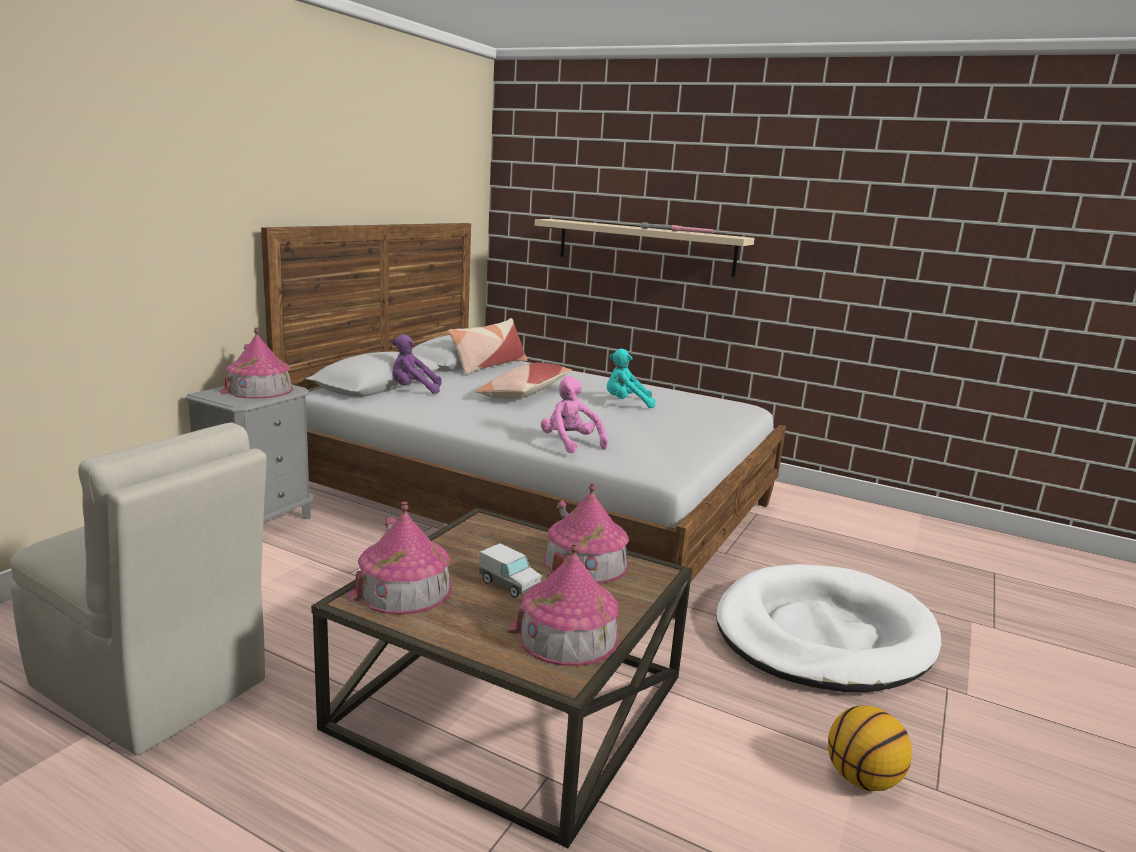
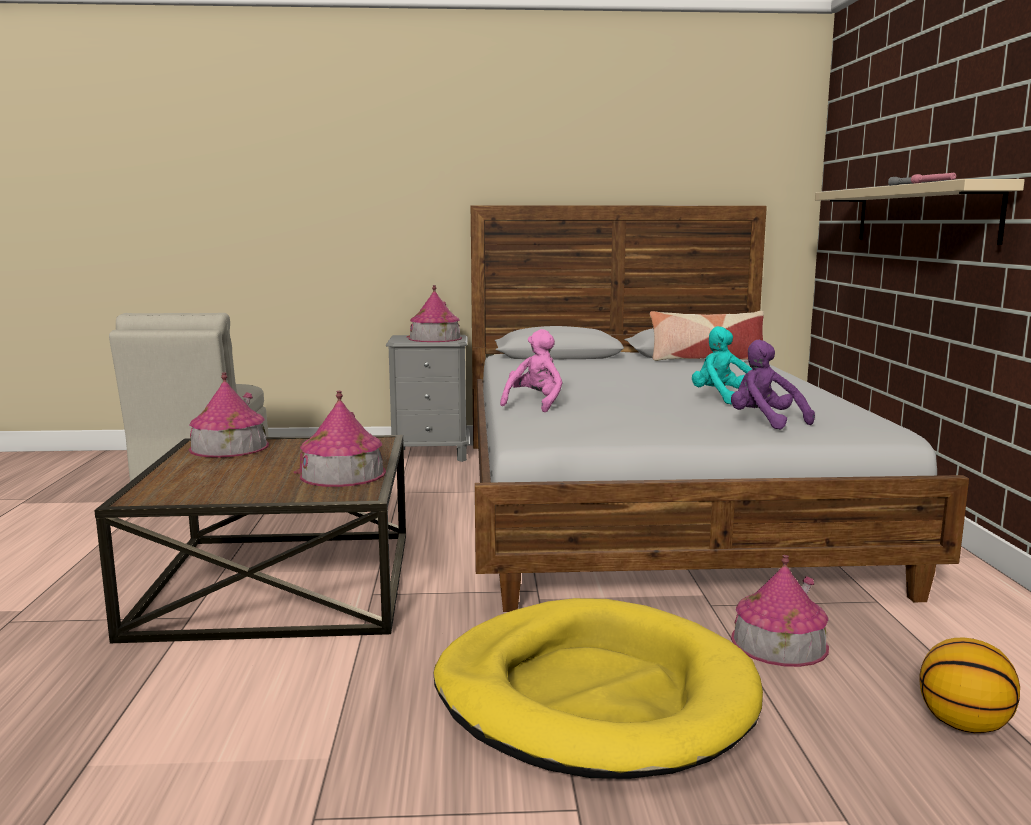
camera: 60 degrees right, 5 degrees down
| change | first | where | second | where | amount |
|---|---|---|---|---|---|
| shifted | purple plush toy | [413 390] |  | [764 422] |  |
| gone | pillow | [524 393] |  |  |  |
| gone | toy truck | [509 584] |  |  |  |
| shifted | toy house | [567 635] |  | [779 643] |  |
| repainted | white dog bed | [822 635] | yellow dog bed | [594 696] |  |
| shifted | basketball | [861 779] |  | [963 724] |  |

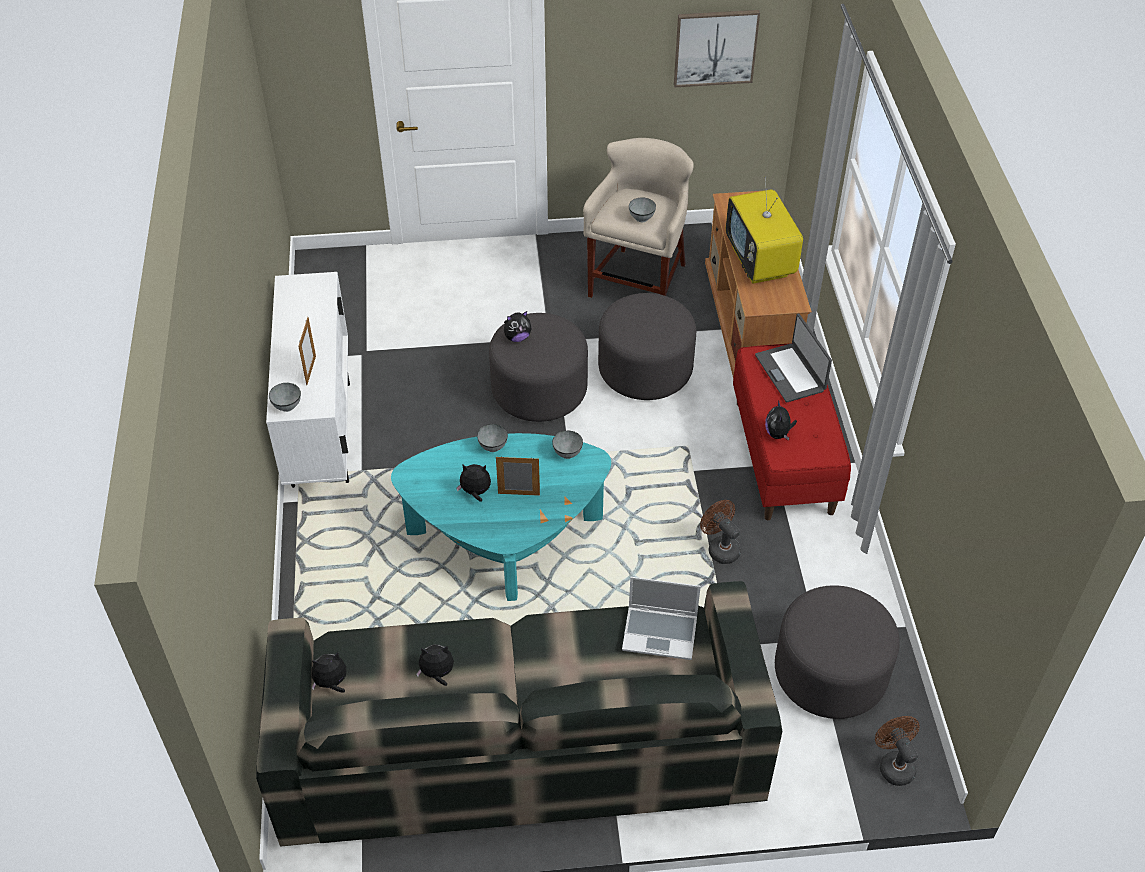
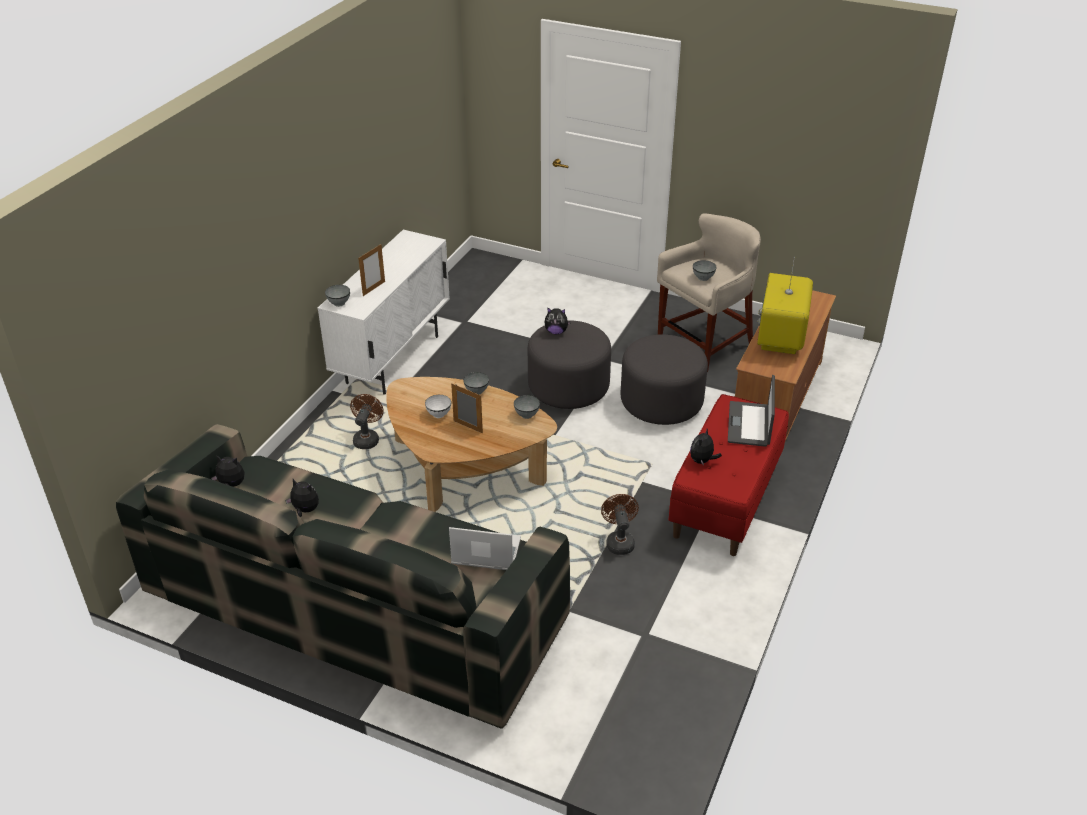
camera: 30 degrees right, 10 degrees down
| change | first | where | second | where | amount |
|---|---|---|---|---|---|
| repainted | turquoise coffee table | [505 533] | brown coffee table | [464 467] |  |
| swapped | plush toy | [475 492] | white bowl | [438 414] |  |
| rotated | laptop | [661 633] |  | [485 552] | 150 degrees clockwise |
| gone | picture | [715 47] |  |  |  |
| gone | grey ottoman | [830 673] |  |  |  |
| shifted | brown fan | [893 764] |  | [367 438] |  |

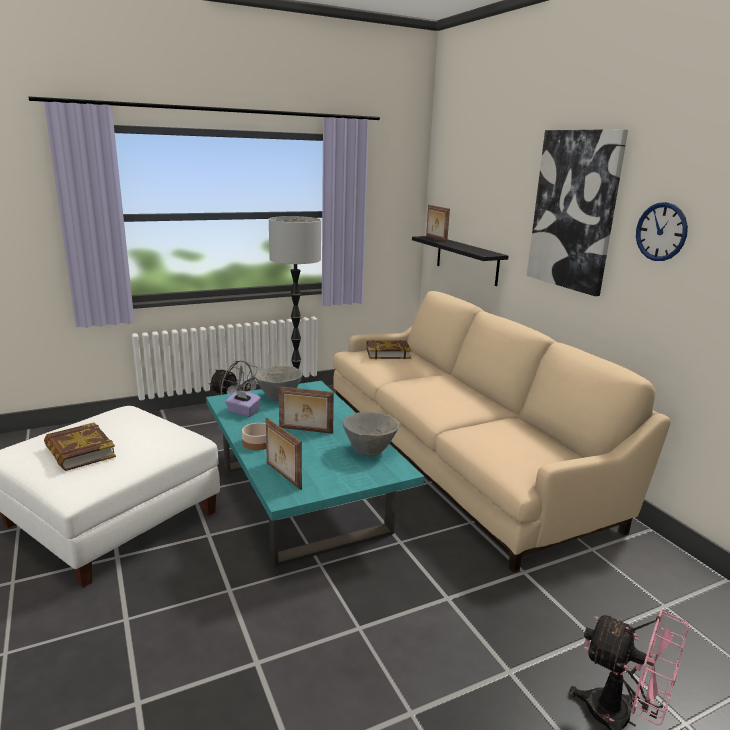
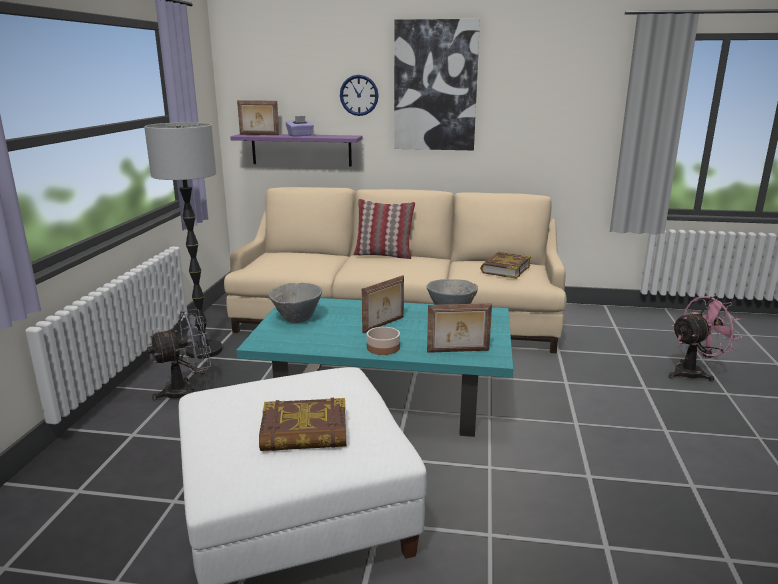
camera: 55 degrees left, 0 degrees up
| change | first | where | second | where | amount |
|---|---|---|---|---|---|
| shifted | purple tissue box | [243 412] |  | [300 135] |  |
| shifted | book | [388 353] |  | [505 269] |  |
| repainted | black shelf | [466 260] | purple shelf | [301 149] |  |
| shifted | wall clock | [661 232] |  | [359 95] |  |
| new |  |  | pillow | [383 255] |  |

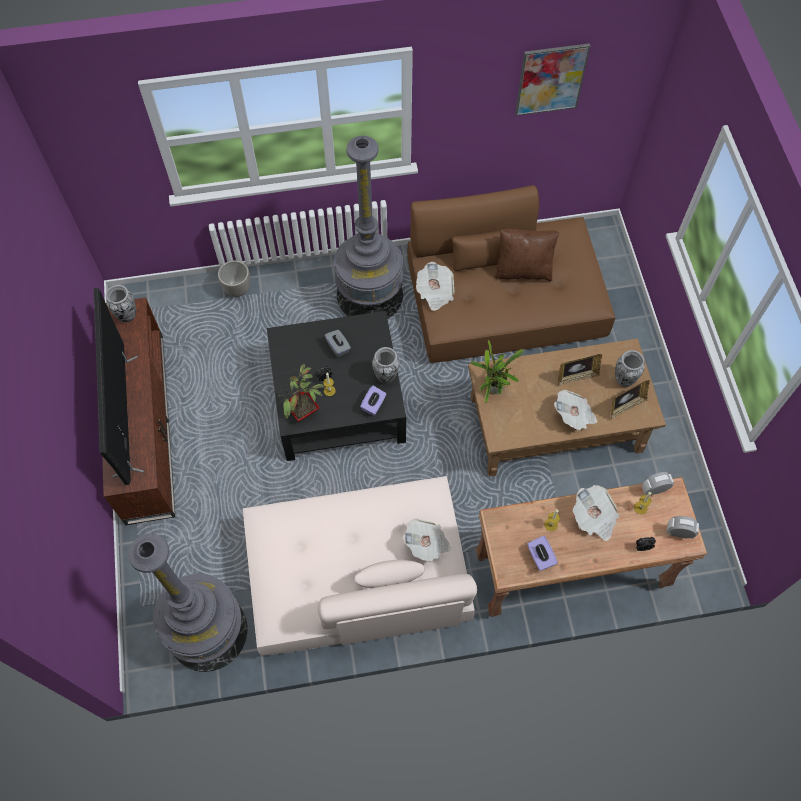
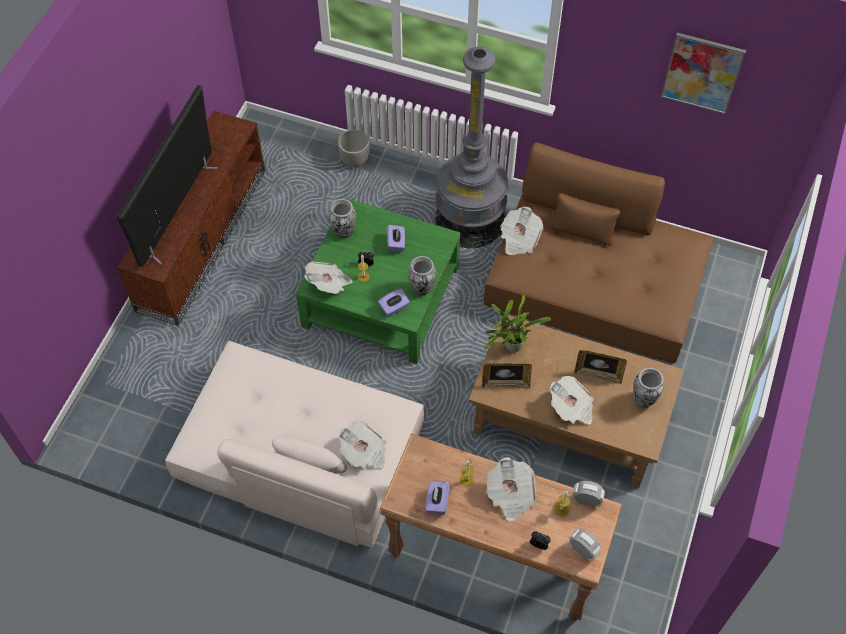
camera: 30 degrees right, 5 degrees down
| change | first | where | second | where | amount |
|---|---|---|---|---|---|
| shifted | vase | [127 316] |  | [343 232] |  |
| gone | grey floor lamp | [207 631] |  |  |  |
| repainted | black coffee table | [338 399] | green coffee table | [381 296] |  |
| swapped | potted plant | [304 412] | newspaper | [329 284] |  |
| repainted | grey tissue box | [338 347] | purple tissue box | [396 243] |  |
| gone | brown pillow | [523 270] |  |  |  |
| shifted | picture frame | [625 406] |  | [505 384] |  |

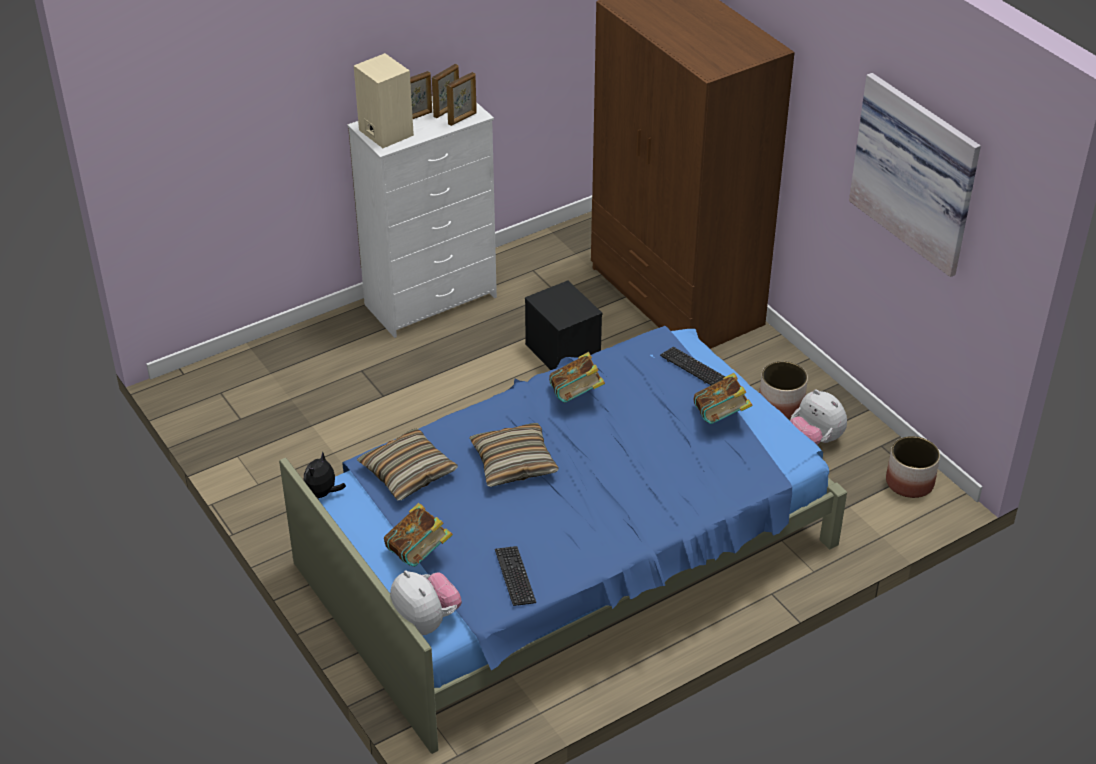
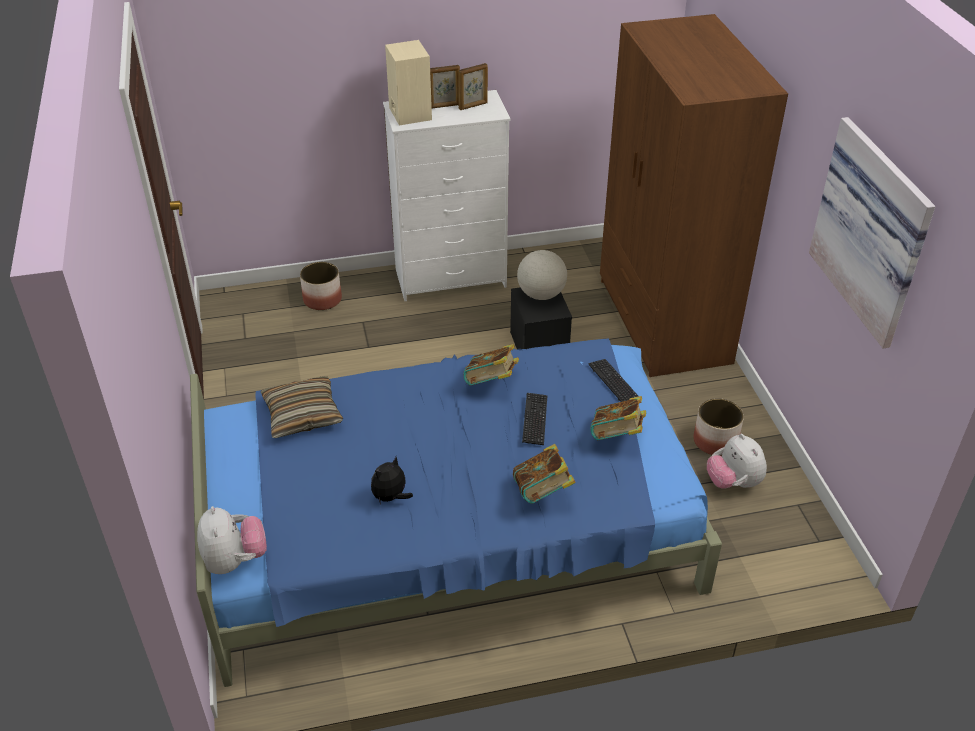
camera: 20 degrees right, 0 degrees up
| change | first | where | second | where | amount |
|---|---|---|---|---|---|
| shifted | plush toy | [322 494] |  | [391 497] |  |
| shifted | book | [419 554] |  | [542 492] |  |
| gone | picture frame | [462 118] |  |  |  |
| gone | pillow | [514 463] |  |  |  |
| shifted | keyboard | [515 577] |  | [535 420] |  |
| shifted | planter | [910 482] |  | [322 300] |  |
| new |  |  | globe | [541 294] |  |

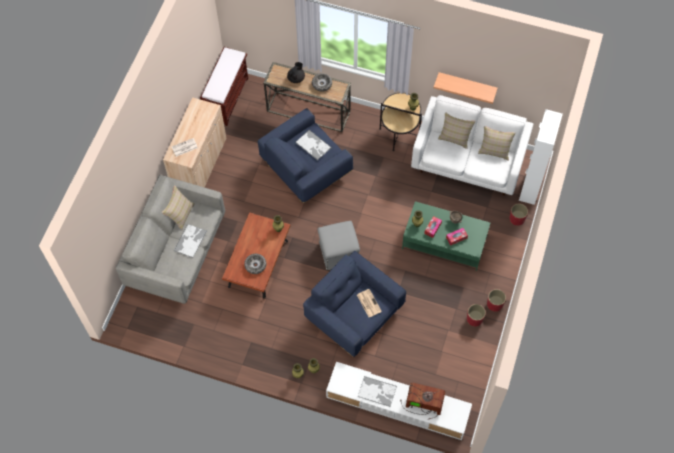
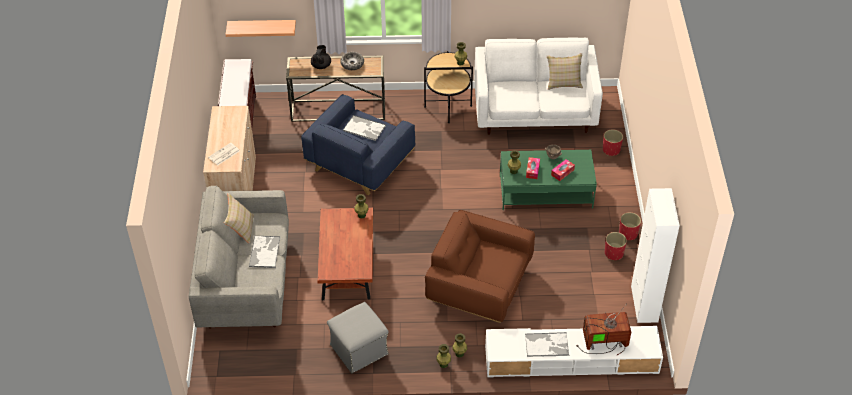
camera: 20 degrees left, 15 degrees down
| change | first | where | second | where | amount |
|---|---|---|---|---|---|
| gone | bowl | [255 265] |  |  |  |
| repainted | blue armchair | [354 314] | brown armchair | [479 286] |  |
| shifted | grey ottoman | [338 252] |  | [358 350] |  |
| gone | newspaper | [368 303] |  |  |  |
| shifted | shelf | [467 84] |  | [262 27] |  |
| gone | beige pillow | [455 137] |  |  |  |
| shifted | white cabinet | [530 187] |  | [644 304] |  |

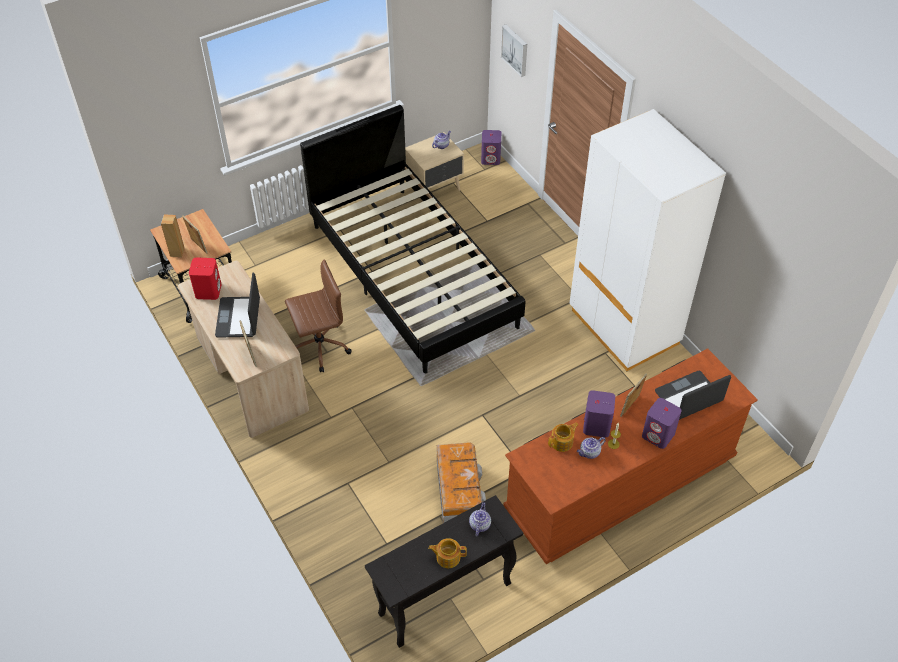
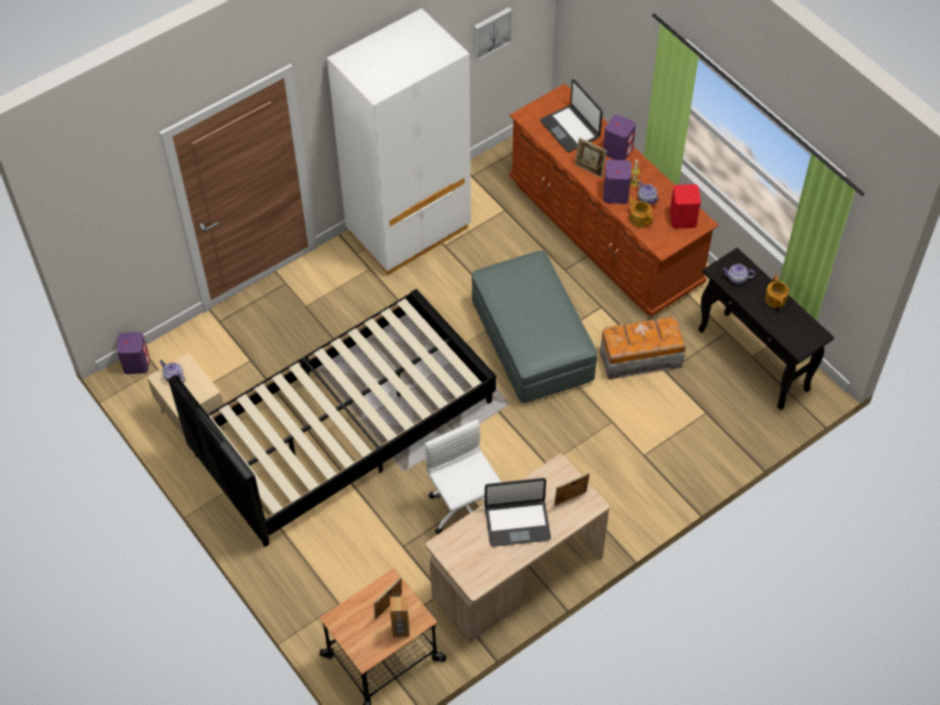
camera: 95 degrees left, 5 degrees up
| change | first | where | second | where | amount |
|---|---|---|---|---|---|
| shifted | red speaker | [208 290] |  | [682 219] |  |
| repainted | brown office chair | [319 346] | white office chair | [465 510] |  |
| shifted | picture | [515 50] |  | [491 32] |  |
| new |  |  | grey ottoman | [532 342] |  |

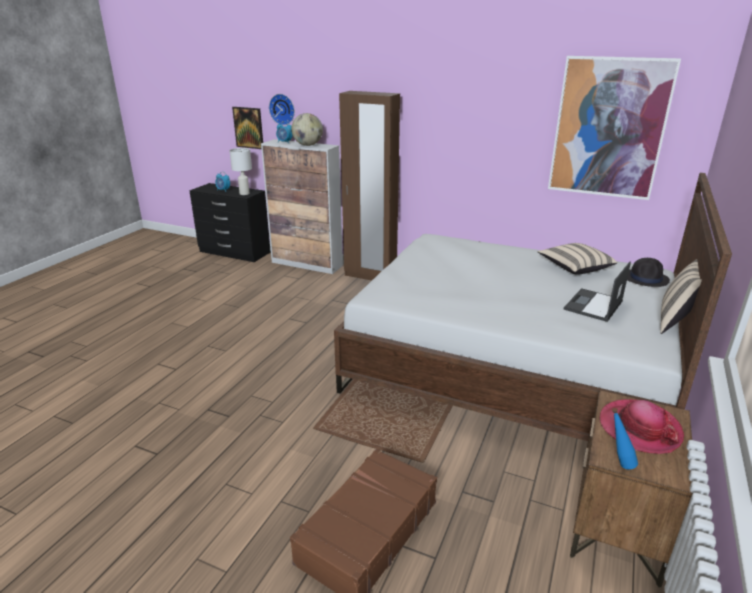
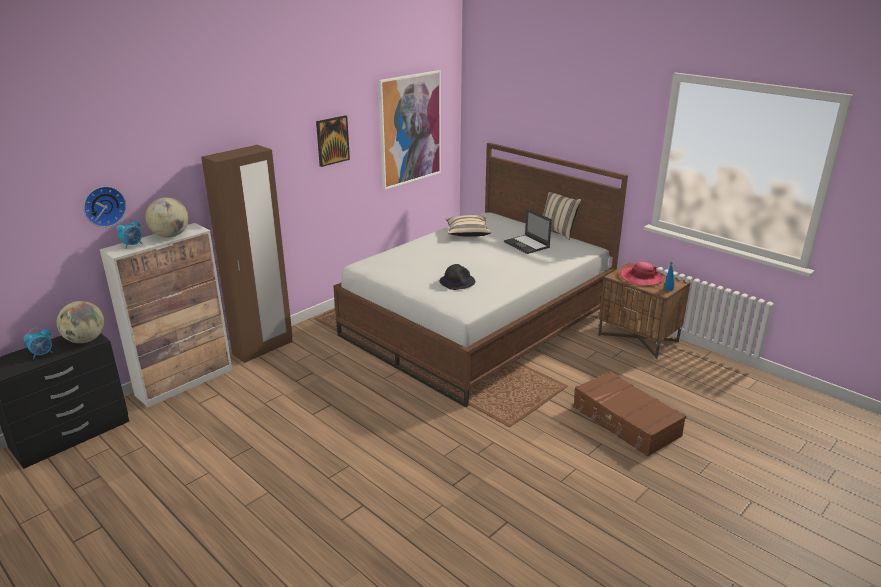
camera: 70 degrees left, 0 degrees up
| change | first | where | second | where | amount |
|---|---|---|---|---|---|
| swapped | white table lamp | [244 193] | globe | [85 340] |  |
| shifted | picture | [248 127] |  | [332 140] |  |
| shifted | black hat | [646 278] |  | [457 282] |  |

